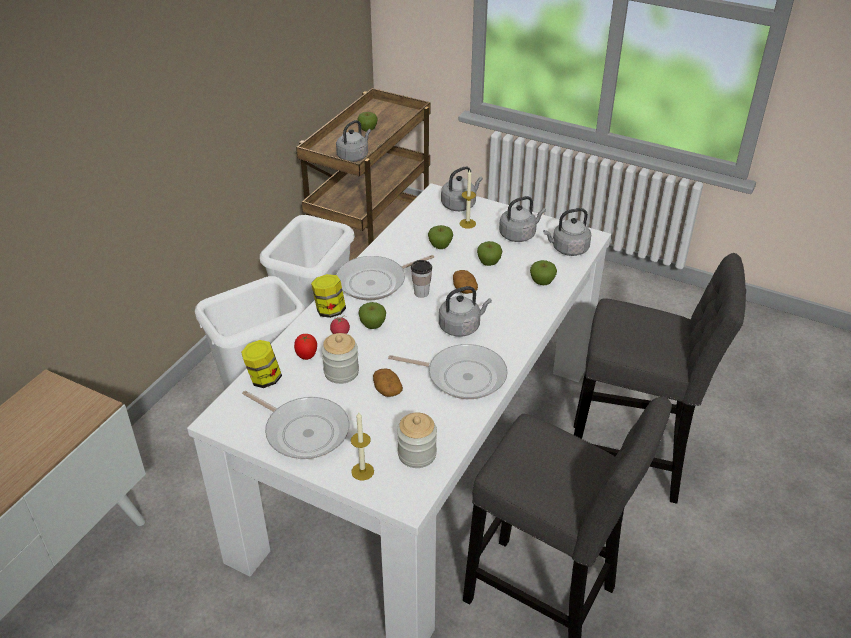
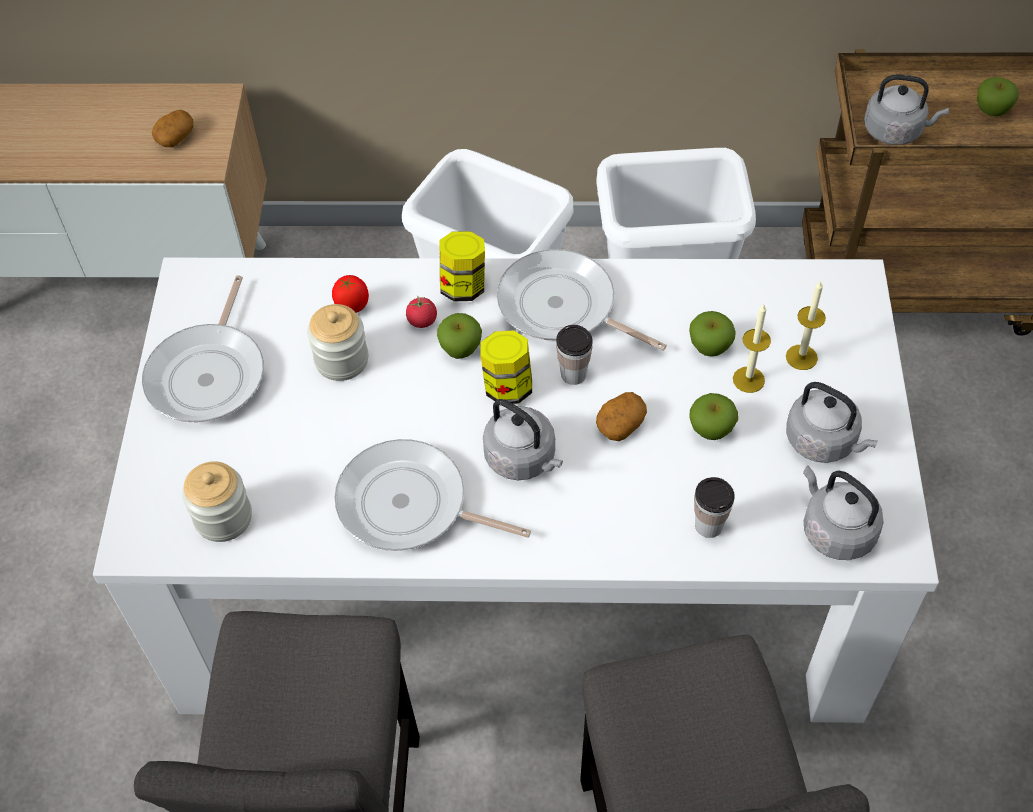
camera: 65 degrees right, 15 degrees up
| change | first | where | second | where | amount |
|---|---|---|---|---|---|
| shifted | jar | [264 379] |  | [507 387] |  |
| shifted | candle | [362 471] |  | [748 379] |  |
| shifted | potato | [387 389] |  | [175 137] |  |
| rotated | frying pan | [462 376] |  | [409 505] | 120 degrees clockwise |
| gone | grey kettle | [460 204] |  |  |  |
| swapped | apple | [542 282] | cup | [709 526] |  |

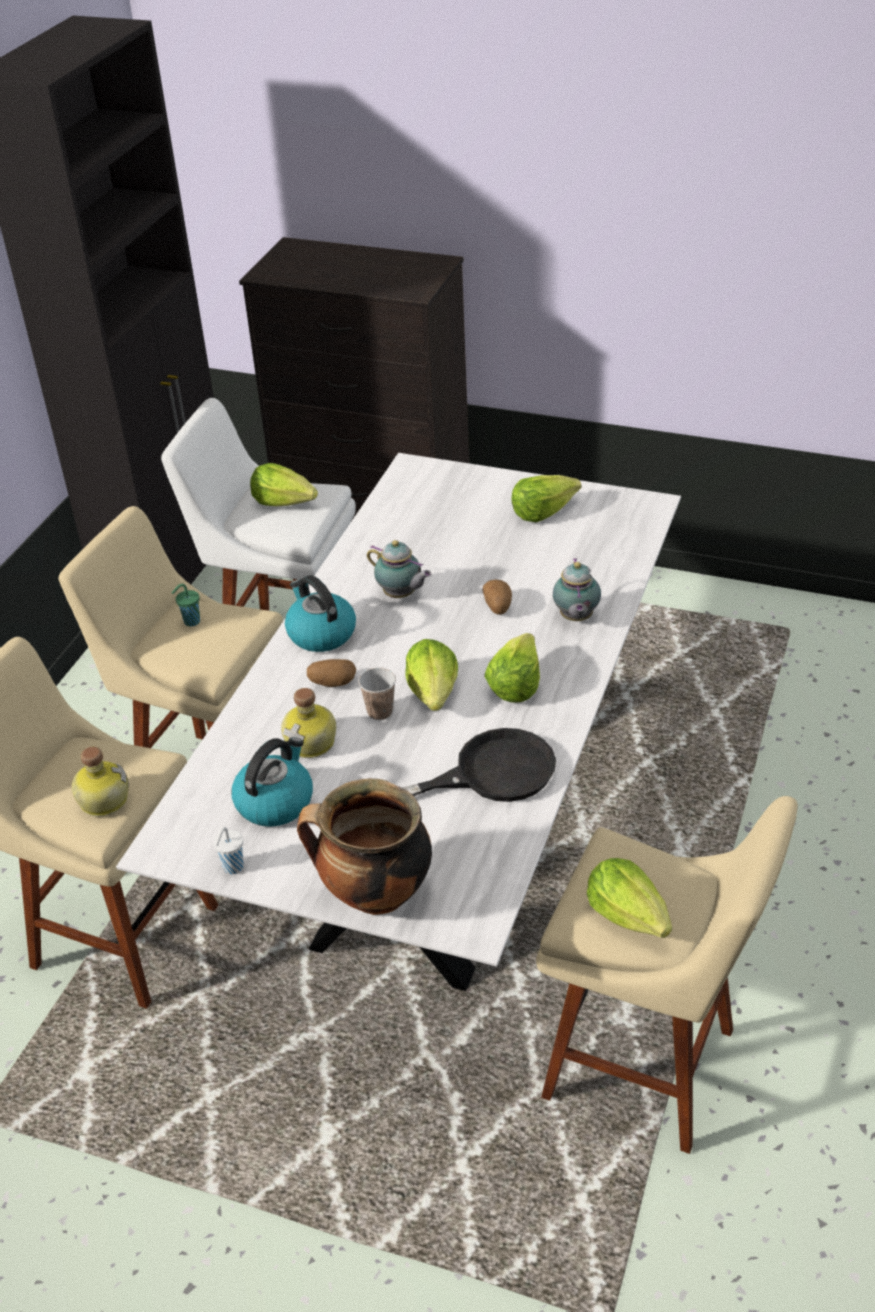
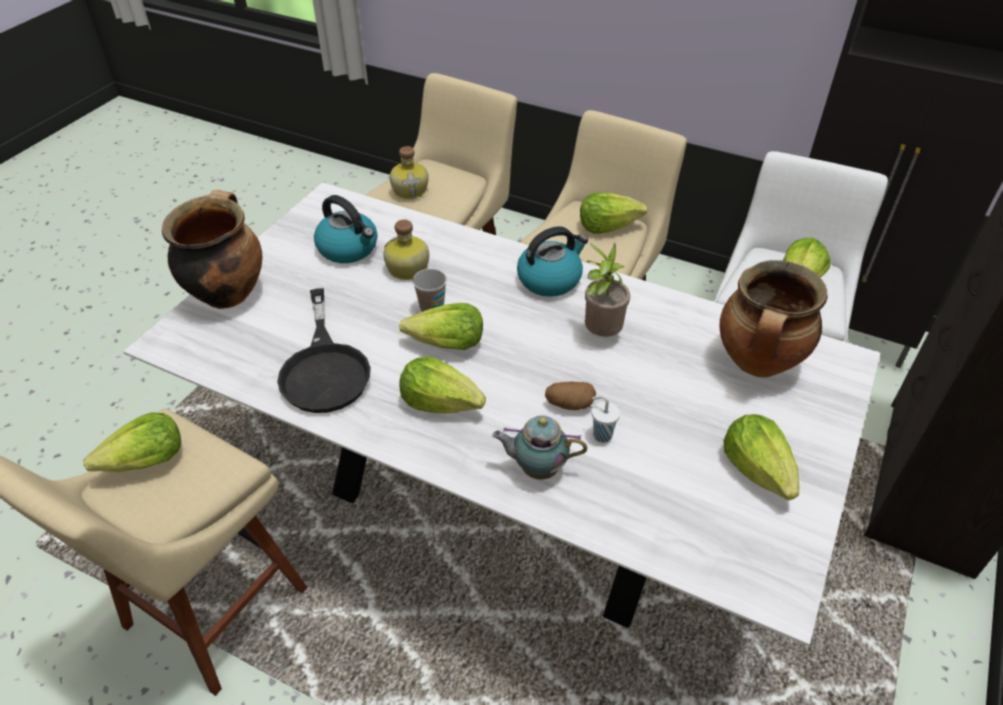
camera: 95 degrees right, 5 degrees up
| change | first | where | second | where | amount |
|---|---|---|---|---|---|
| swapped | green cup | [191 622] | lettuce | [607 226] |  |
| shifted | white cup | [232 868] |  | [601 434] |  |
| gone | potato | [332 683] |  |  |  |
| swapped | teapot | [401 595] | potted plant | [600 334] |  |
| new |  |  | cooking pot | [758 364] |  |

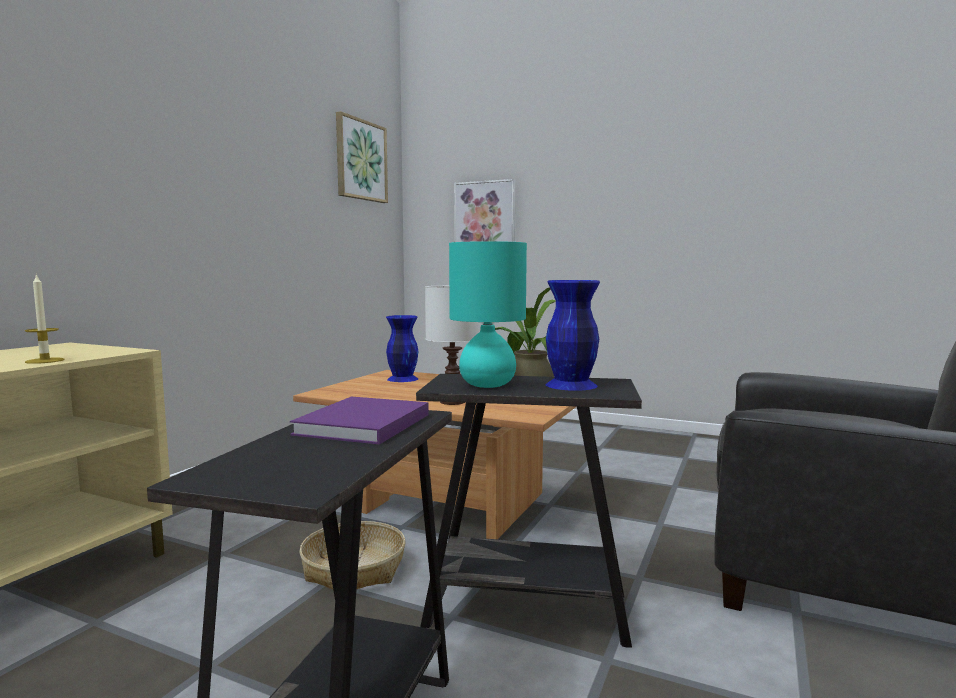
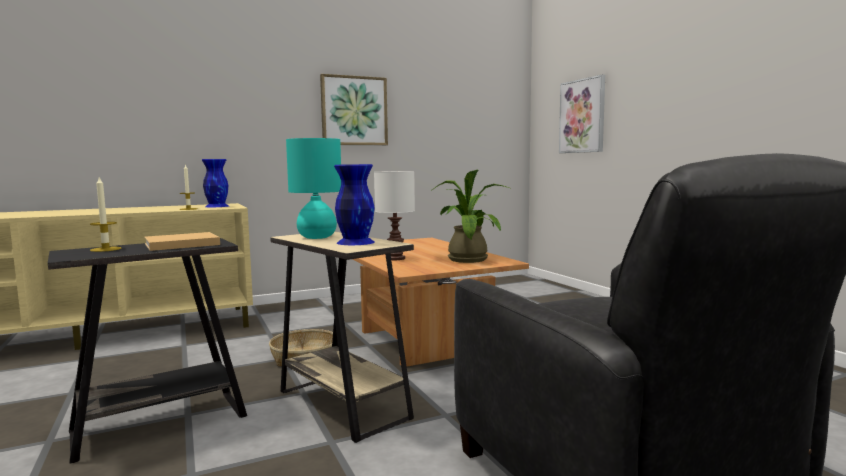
camera: 40 degrees right, 0 degrees up
| change | first | where | second | where | amount |
|---|---|---|---|---|---|
| repainted | purple book | [361 425] | beige book | [179 244] |  |
| shifted | picture | [361 160] |  | [354 111] |  |
| shifted | blue vase | [402 379] |  | [217 206] |  |
| repainted | black side table | [526 610] | beige side table | [343 404] |  |
| new |  |  | candle | [106 249] |  |

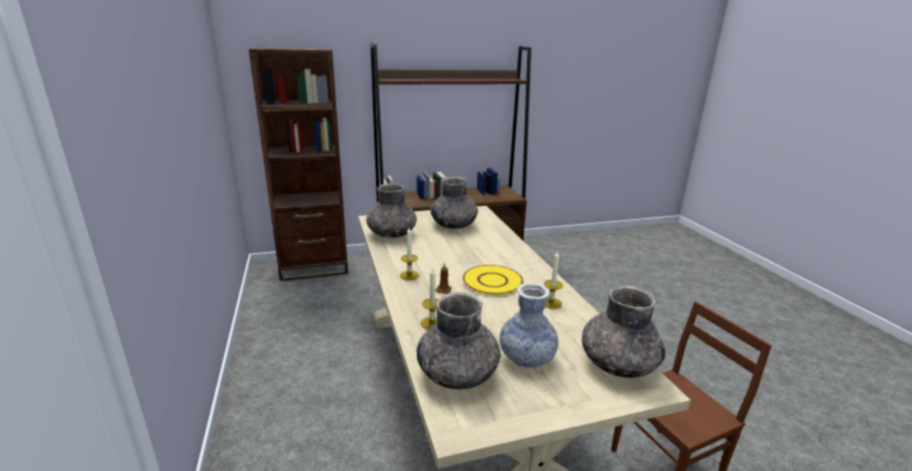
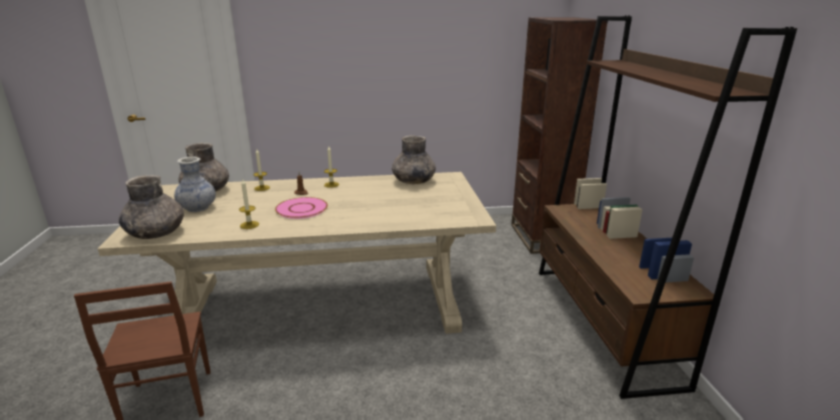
camera: 100 degrees right, 0 degrees up
| change | first | where | second | where | amount |
|---|---|---|---|---|---|
| gone | grey vase | [453 225] |  |  |  |
| repainted | yellow plate | [493 281] | pink plate | [302 209] |  |

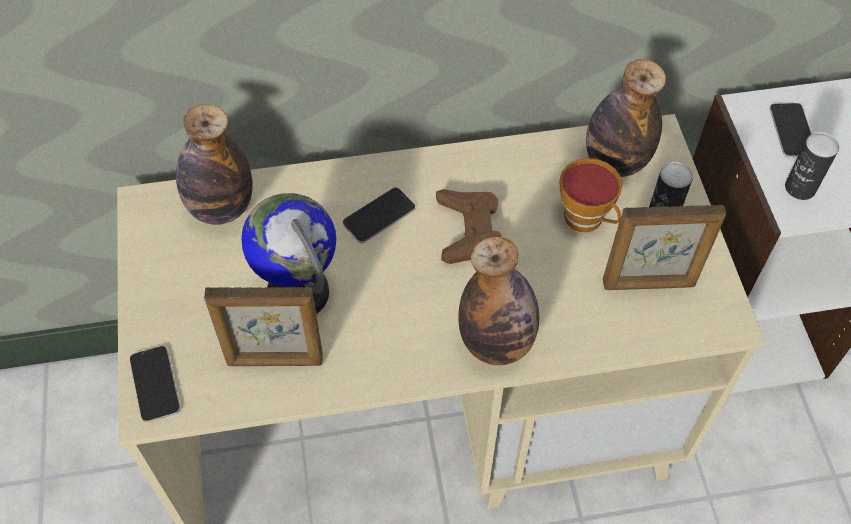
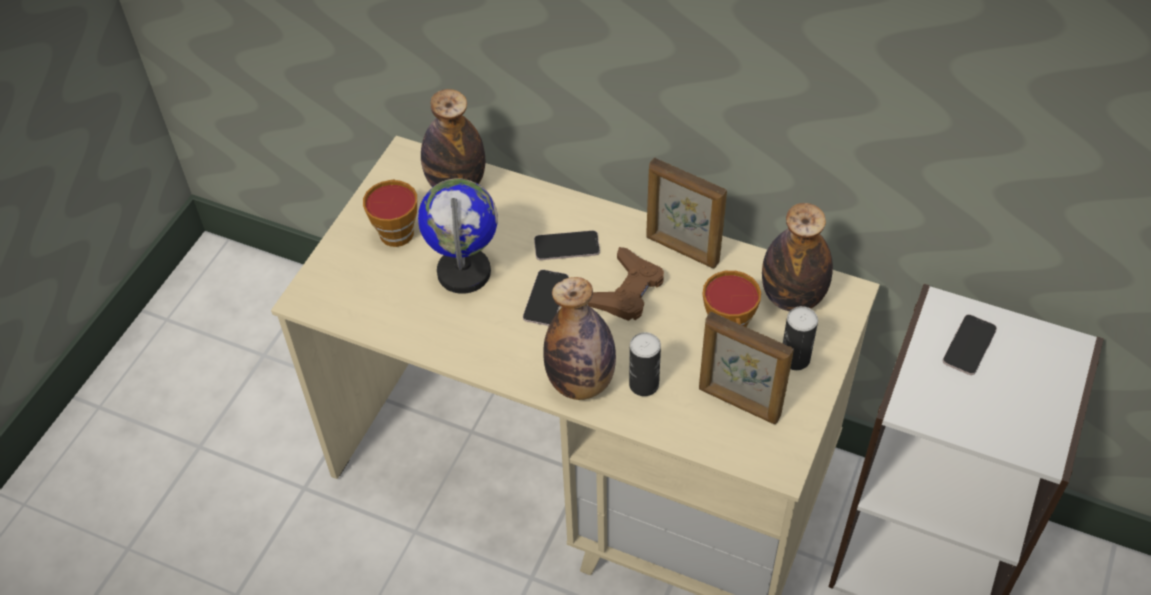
camera: 35 degrees right, 5 degrees down
| change | first | where | second | where | amount |
|---|---|---|---|---|---|
| shifted | phone | [155 384] |  | [546 298] |  |
| shifted | picture frame | [275 360] |  | [682 250] |  |
| shifted | can | [800 188] |  | [644 384] |  |
| new |  |  | cup | [396 230] |  |

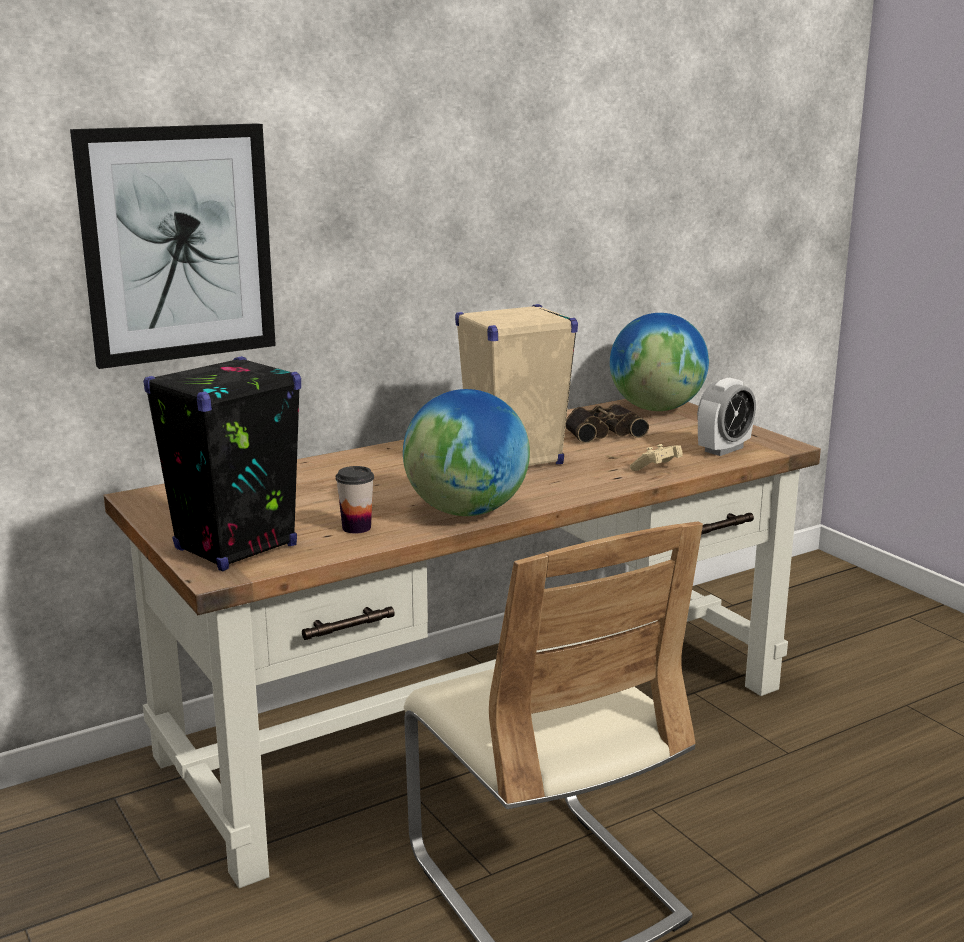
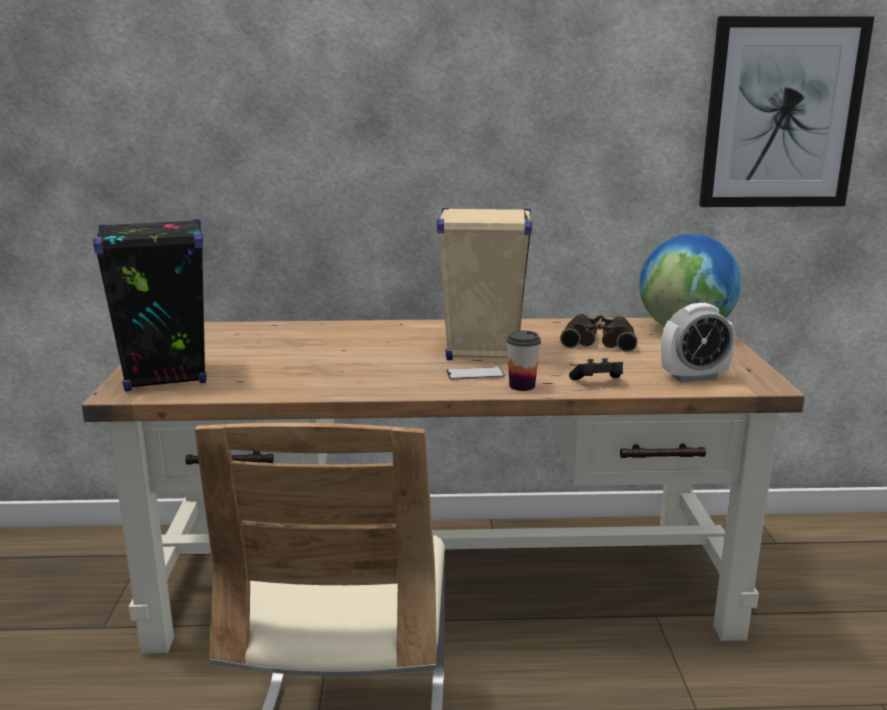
camera: 30 degrees right, 0 degrees up
| change | first | where | second | where | amount |
|---|---|---|---|---|---|
| shifted | picture | [177 244] |  | [781 114] |  |
| shifted | cup | [356 528] |  | [522 386] |  |
| gone | globe | [467 511] |  |  |  |
| repainted | beige game controller | [657 469] | black game controller | [597 382] |  |
| new |  |  | phone | [475 374] |  |

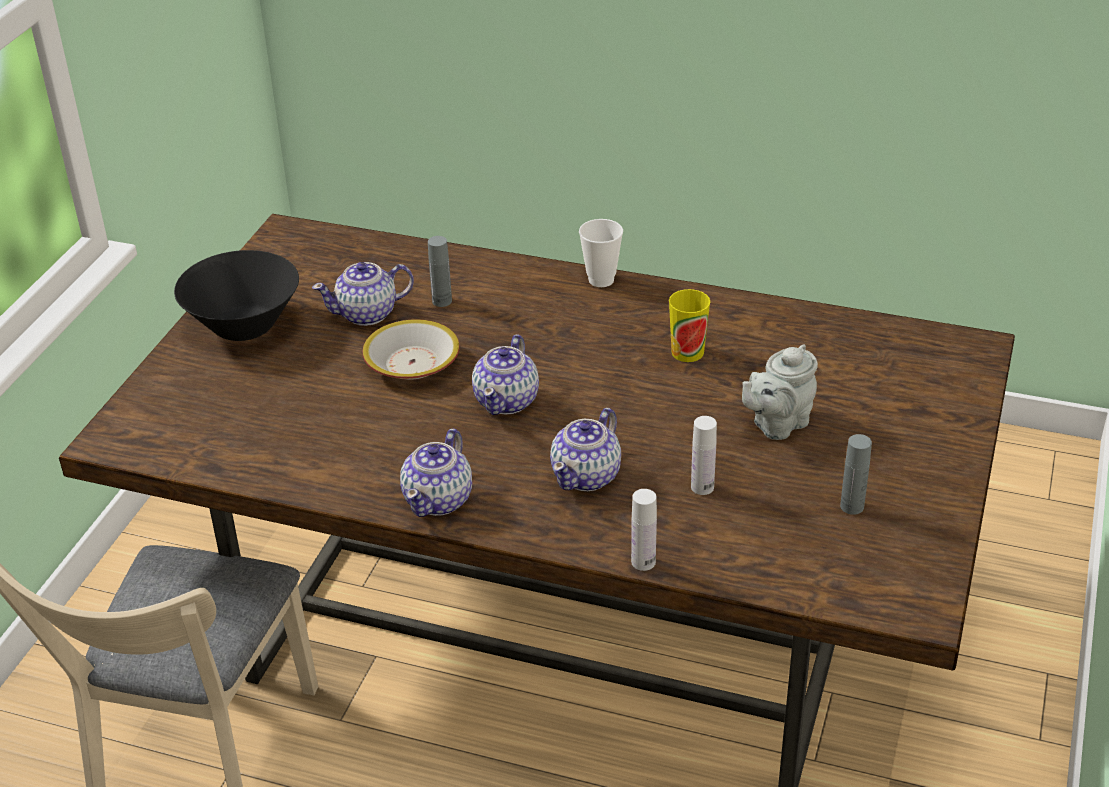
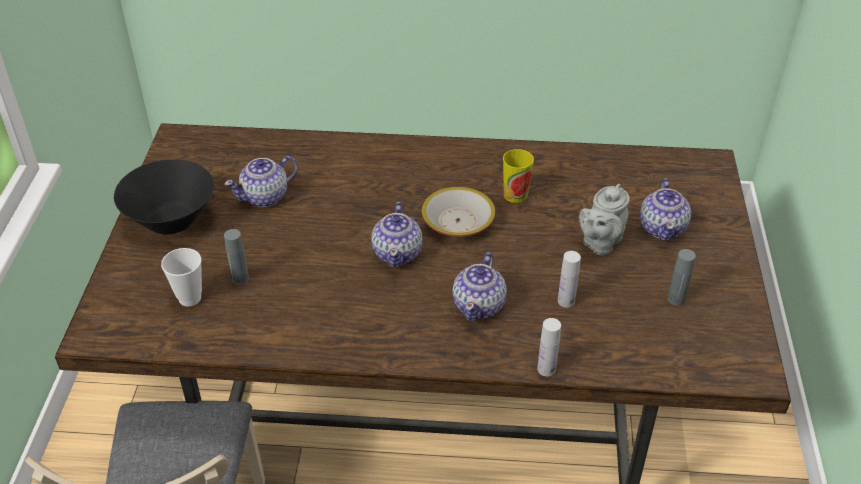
camera: 15 degrees left, 5 degrees up
| change | first | where | second | where | amount |
|---|---|---|---|---|---|
| shifted | bowl | [412 363] |  | [458 221] |  |
| shifted | teapot | [439 499] |  | [663 228] |  |
| shifted | grey bottle | [442 301] |  | [240 279] |  |
| shifted | cup | [601 280] |  | [190 298] |  |

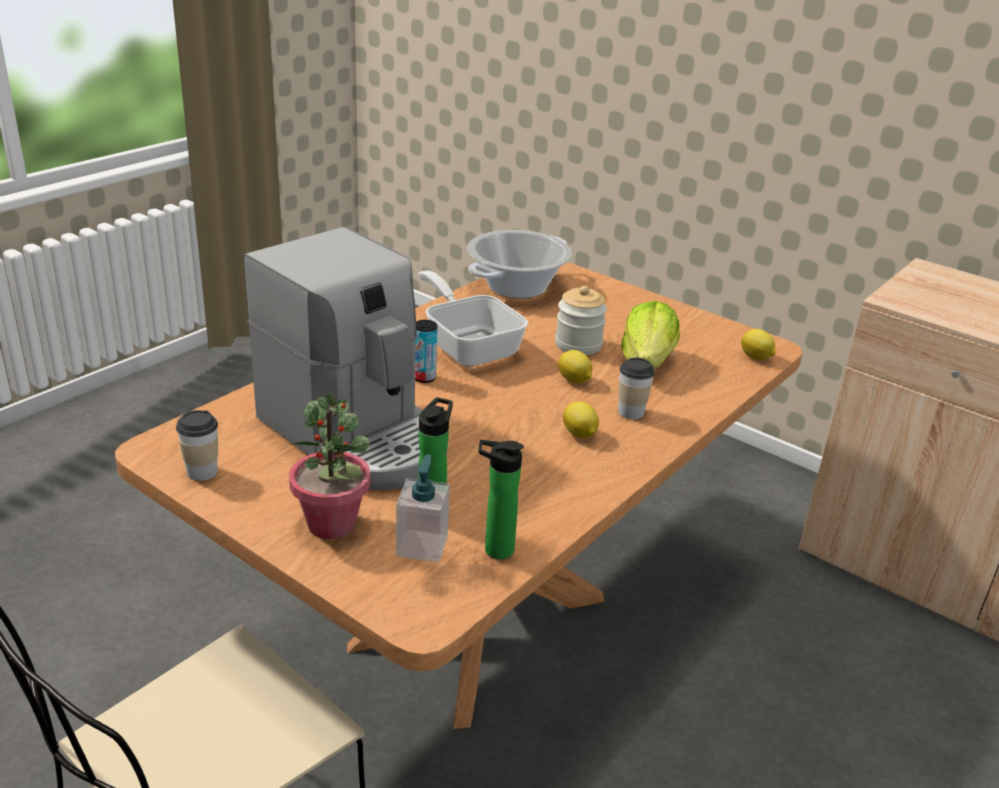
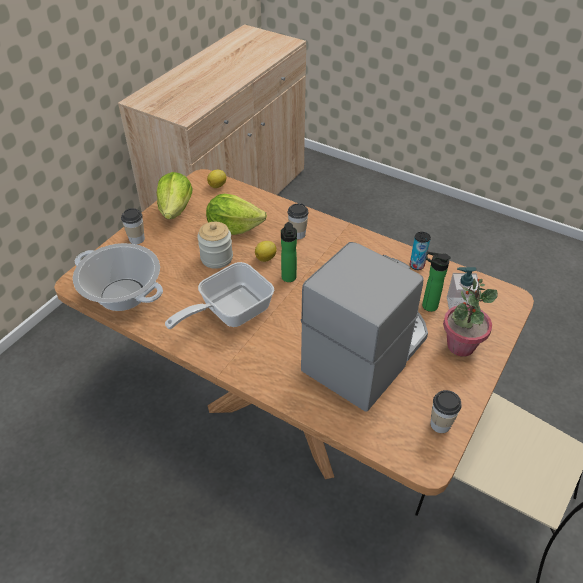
camera: 95 degrees left, 15 degrees up
| change | first | where | second | where | amount |
|---|---|---|---|---|---|
| shifted | can | [424 378] |  | [417 265] |  |
| shifted | bottle | [494 550] |  | [289 279] |  |
| gone | lemon | [579 434] |  |  |  |
| new |  |  | cup | [137 239] |  |
| new |  |  | lettuce | [176 209] |  |

